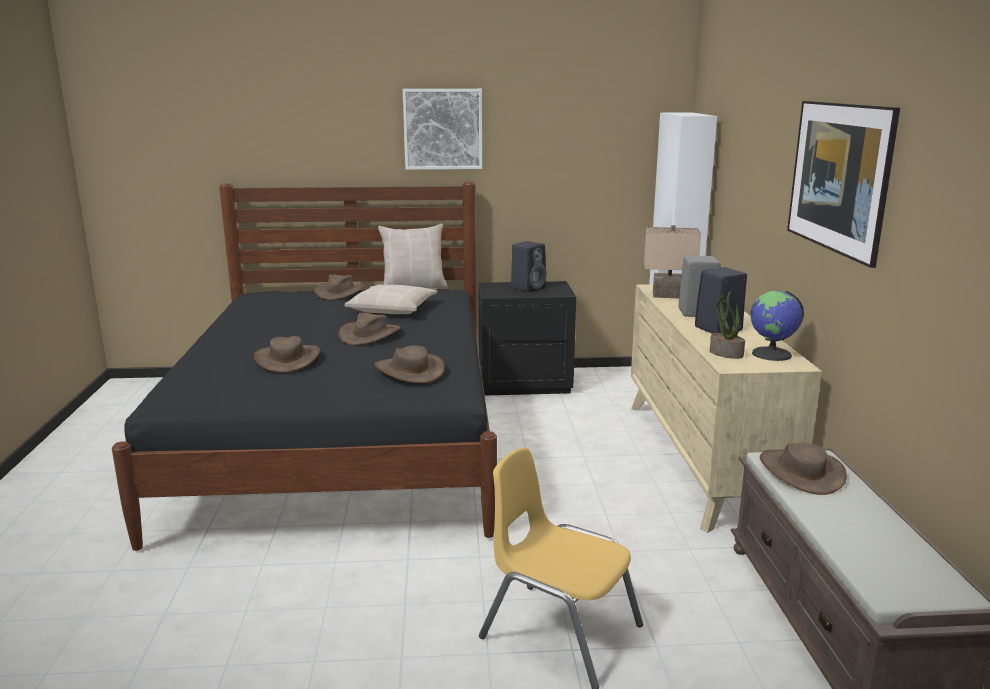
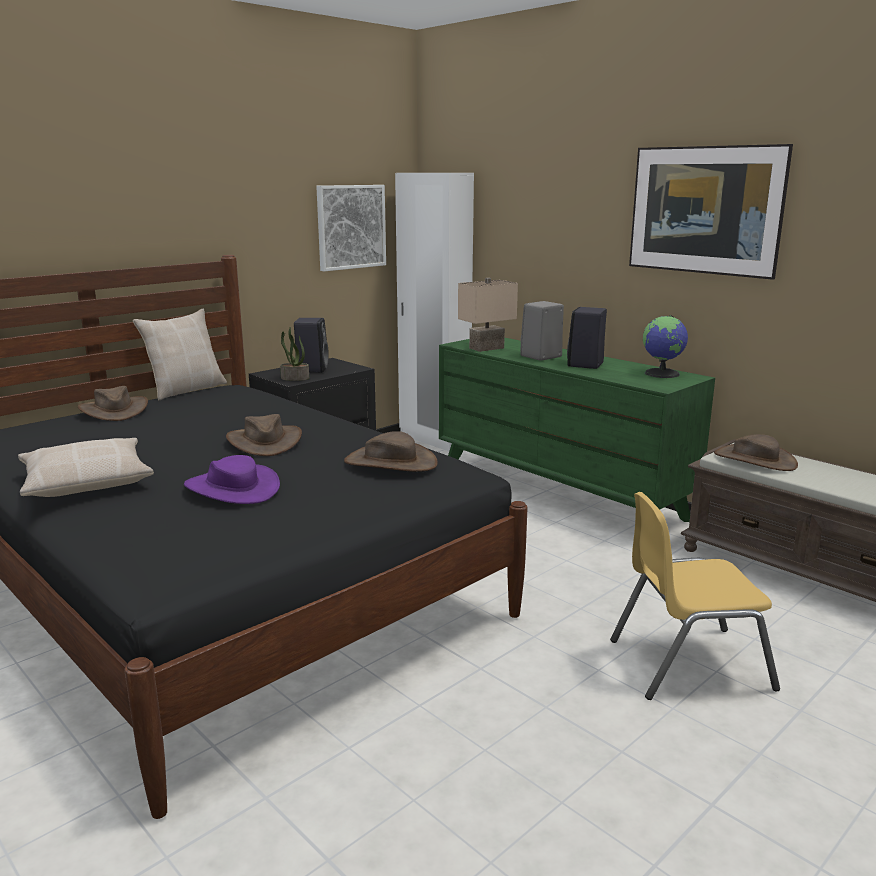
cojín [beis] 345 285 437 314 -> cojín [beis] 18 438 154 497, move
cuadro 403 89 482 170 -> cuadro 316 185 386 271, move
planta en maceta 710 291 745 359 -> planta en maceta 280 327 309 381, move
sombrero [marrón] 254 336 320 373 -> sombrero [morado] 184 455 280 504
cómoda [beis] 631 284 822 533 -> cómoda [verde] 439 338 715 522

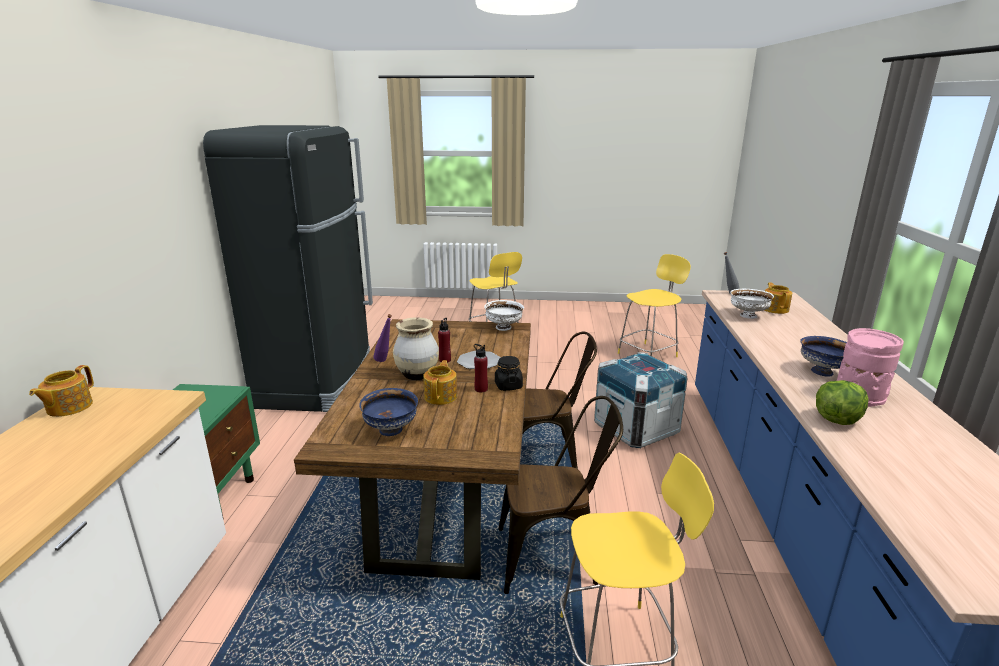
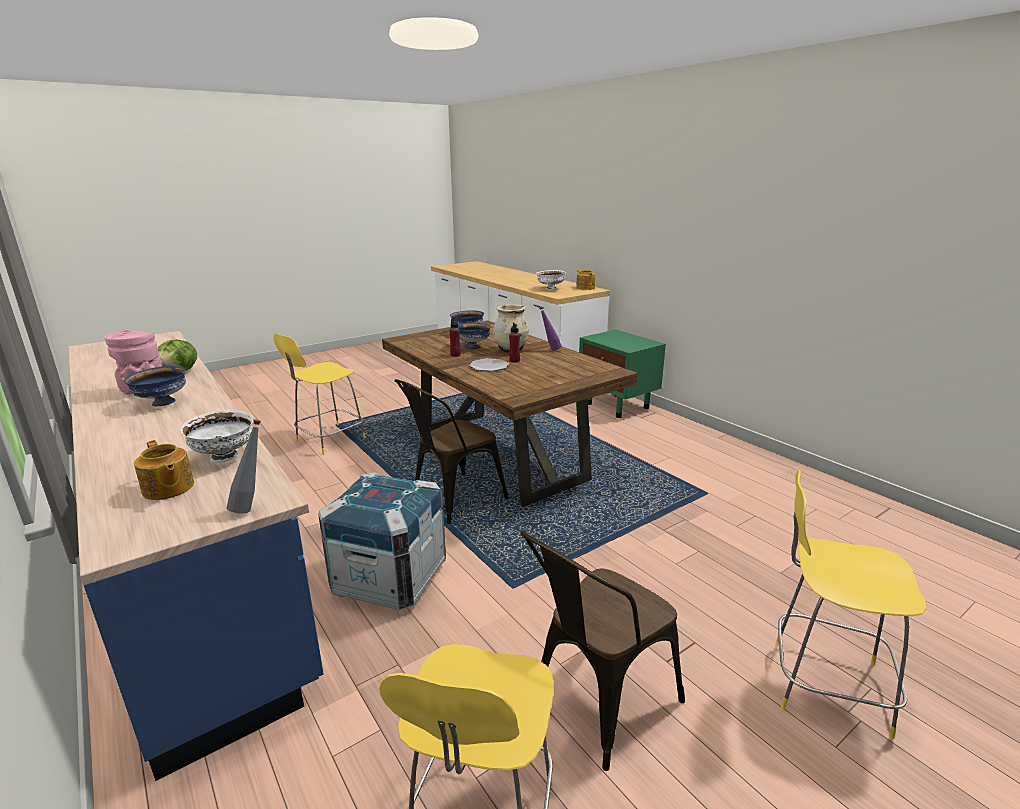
nevera [negro] 203 125 373 412 -> none
tarro [negro] 495 356 523 391 -> none
cuenco [blanco] 484 300 524 331 -> cuenco [blanco] 536 270 566 290, move
silla [marrón] 499 396 623 594 -> silla [marrón] 520 530 685 771, move
tetera 423 360 457 405 -> cuenco [azul] 458 323 491 349

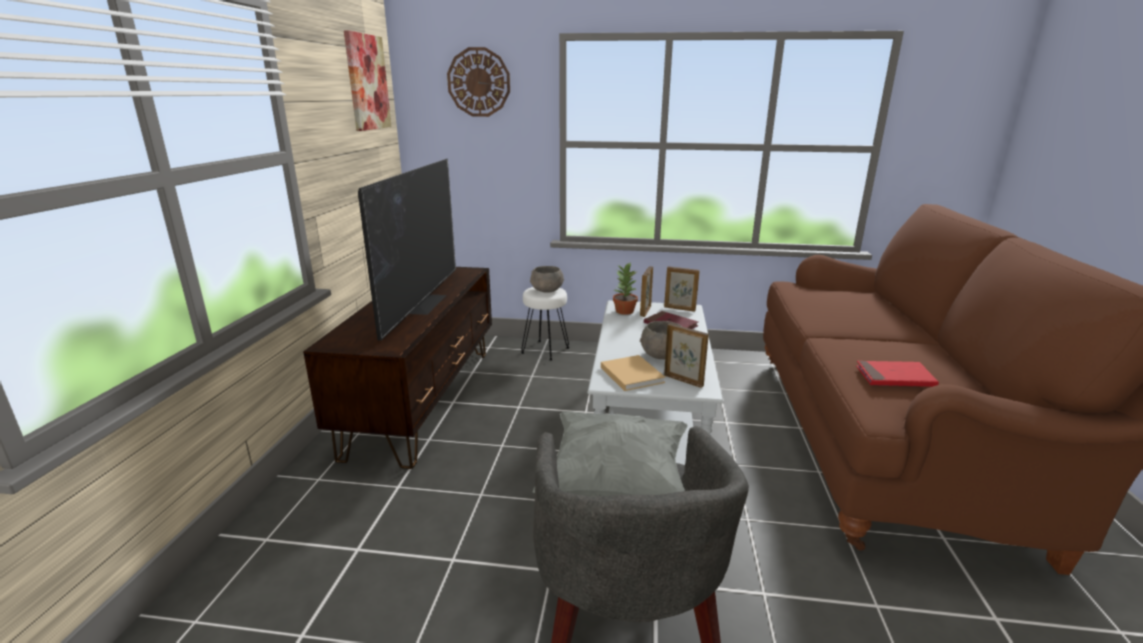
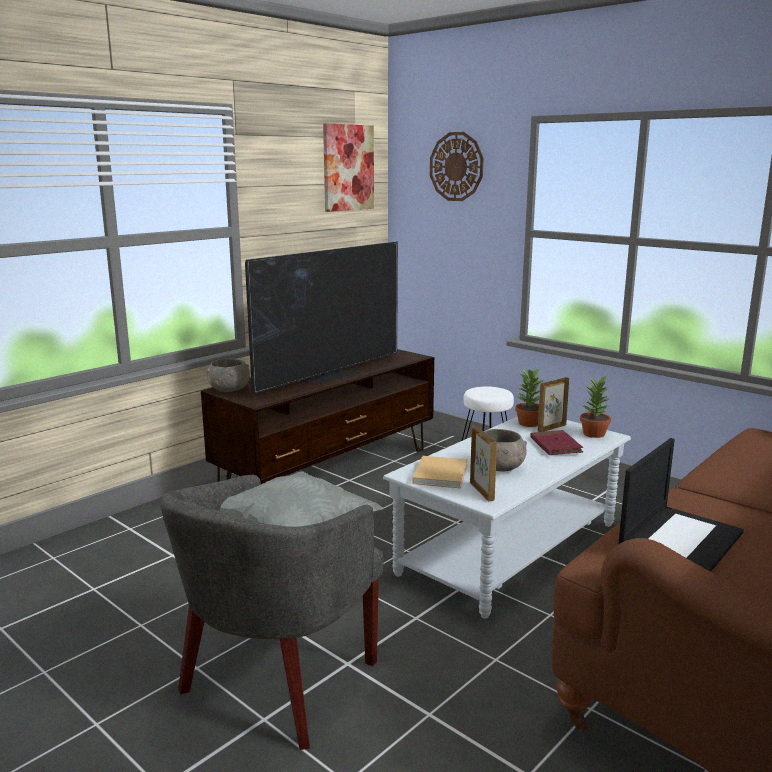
cuenco [gris] 530 266 564 293 -> cuenco [gris] 207 358 250 392, move
portarretratos 664 266 700 312 -> planta en maceta 580 375 611 438
libro [rojo] 856 361 939 387 -> portátil 618 438 744 571

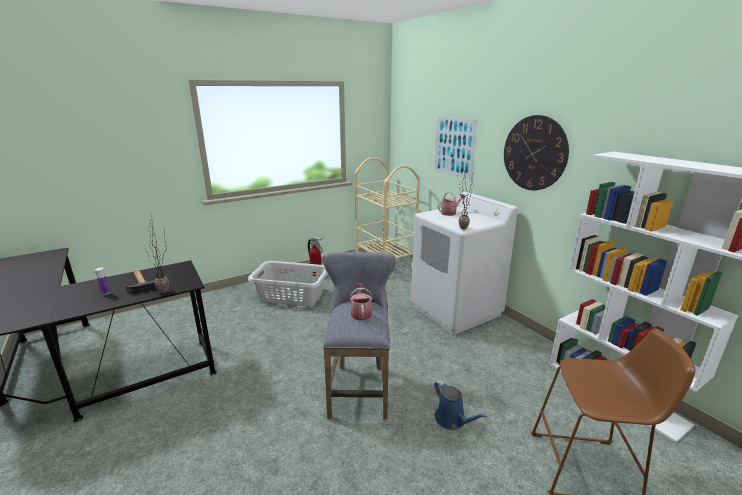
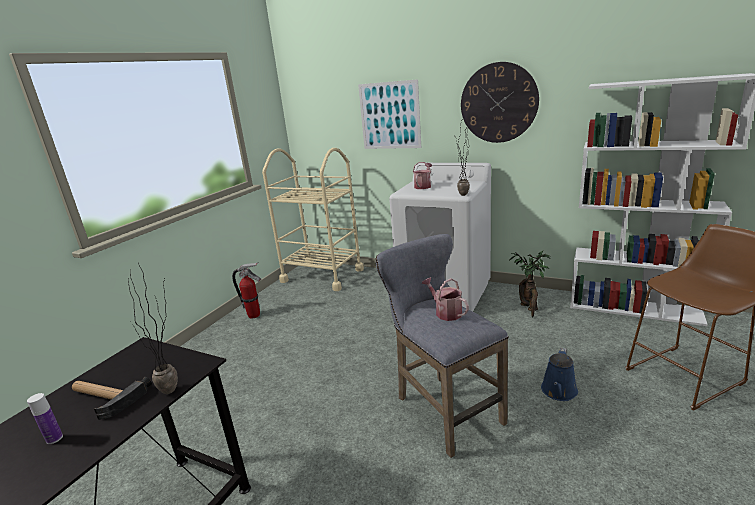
cesto de la ropa [gris] 248 261 328 307 -> none
none -> planta en maceta 509 251 550 317
regadera [azul] 434 380 487 430 -> regadera [azul] 541 348 578 401, 90 degrees clockwise

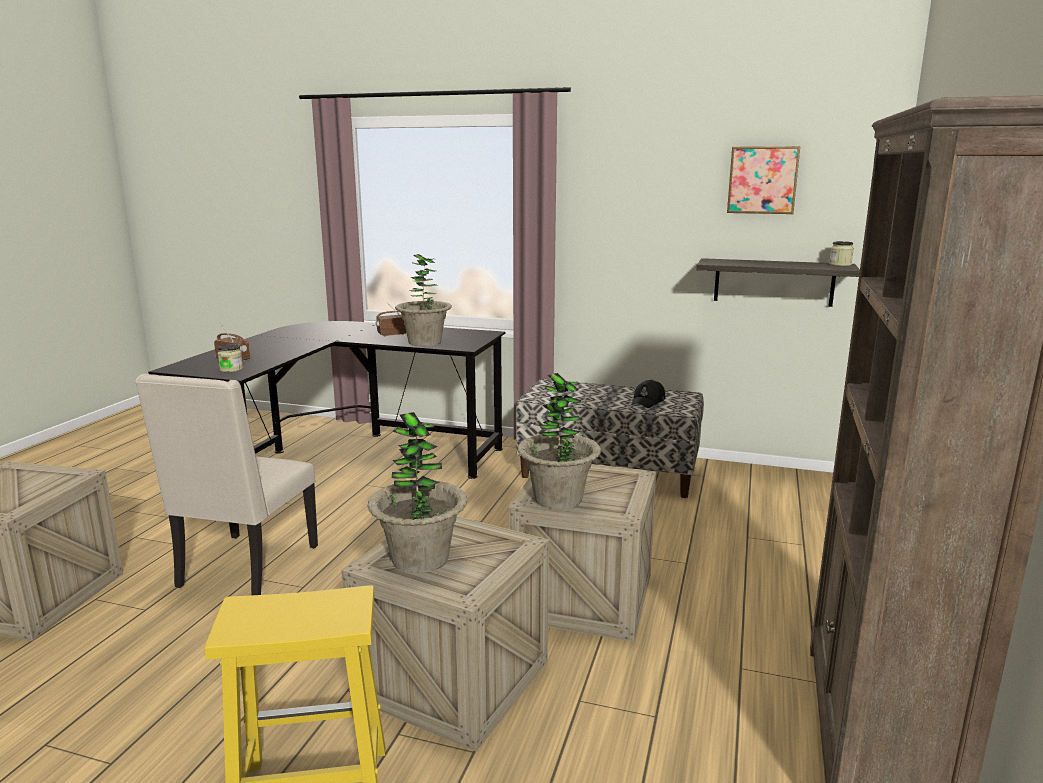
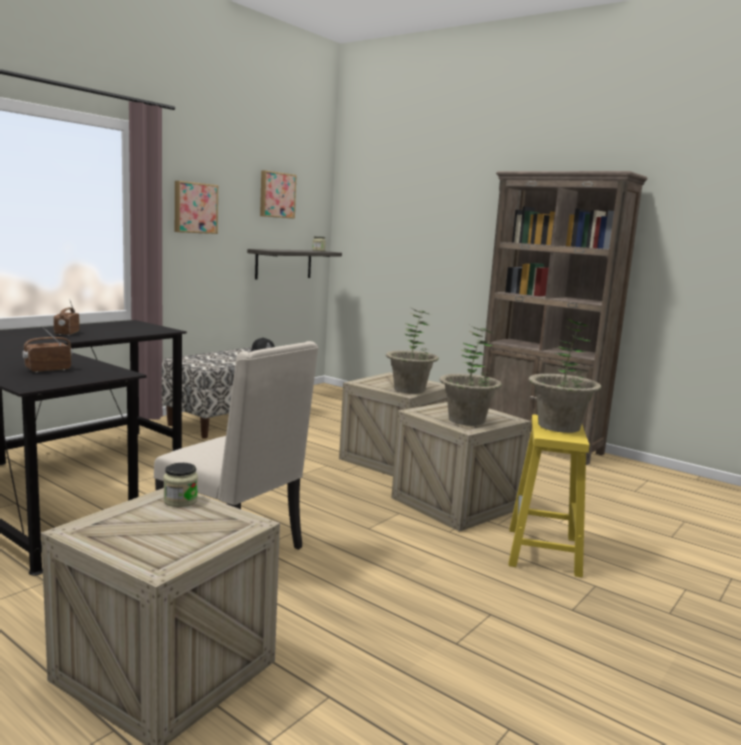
none -> cuadro 175 181 218 234
tarro 217 344 243 372 -> tarro 163 463 198 507, move
planta en maceta 395 254 452 346 -> planta en maceta 528 318 601 433, move

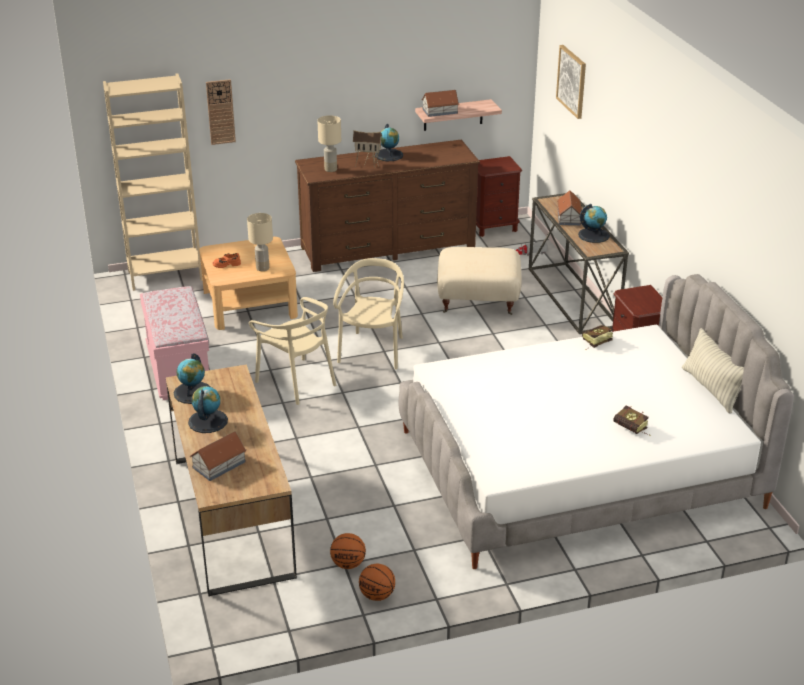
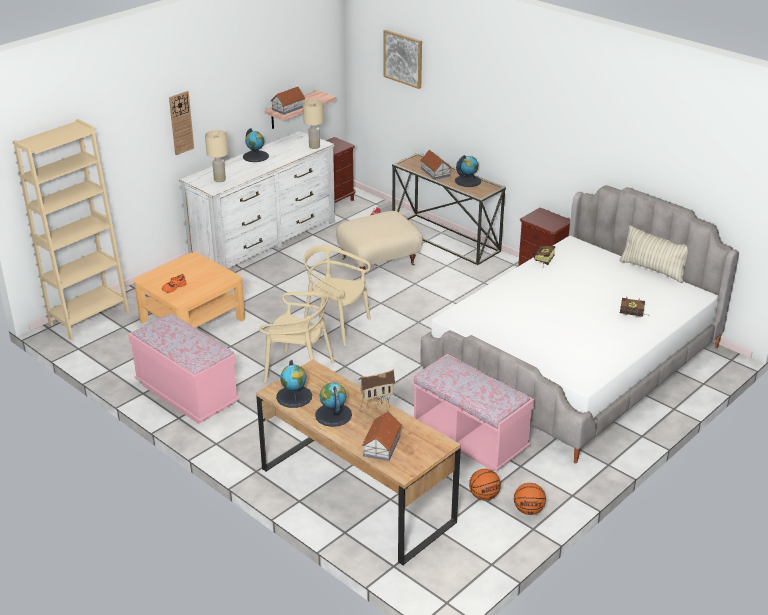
none -> banco [rosa] 412 354 534 471
reloj de pared 206 79 236 145 -> reloj de pared 169 91 194 155, move
lámpara de mesa [beis] 247 213 273 271 -> lámpara de mesa [beis] 303 99 324 149, move
casita 353 130 383 167 -> casita 358 369 395 417, move
cómoda [marrón] 295 139 480 272 -> cómoda [blanco] 179 130 335 269
silla [beis] 333 258 404 370 -> silla [beis] 303 245 371 346, 45 degrees counterclockwise

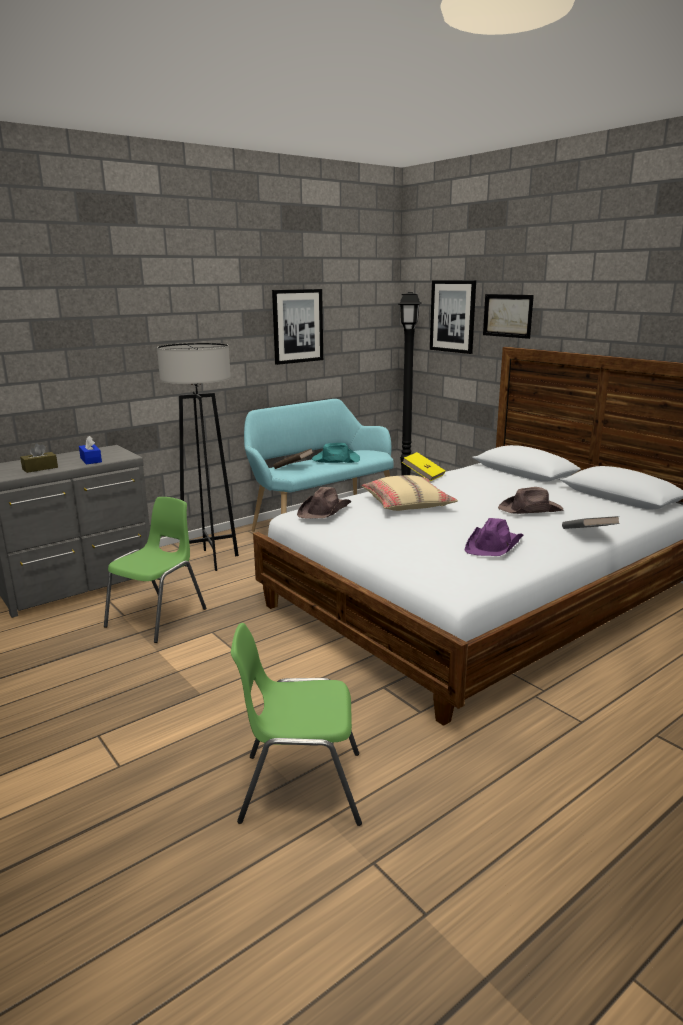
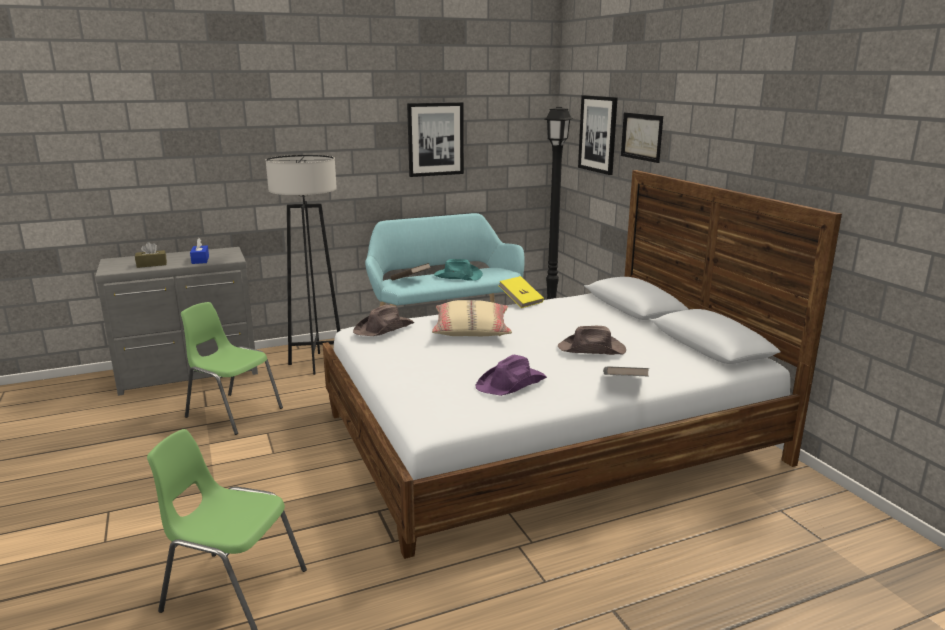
silla [verde] 104 497 206 643 -> silla [verde] 181 302 283 435, 105 degrees counterclockwise

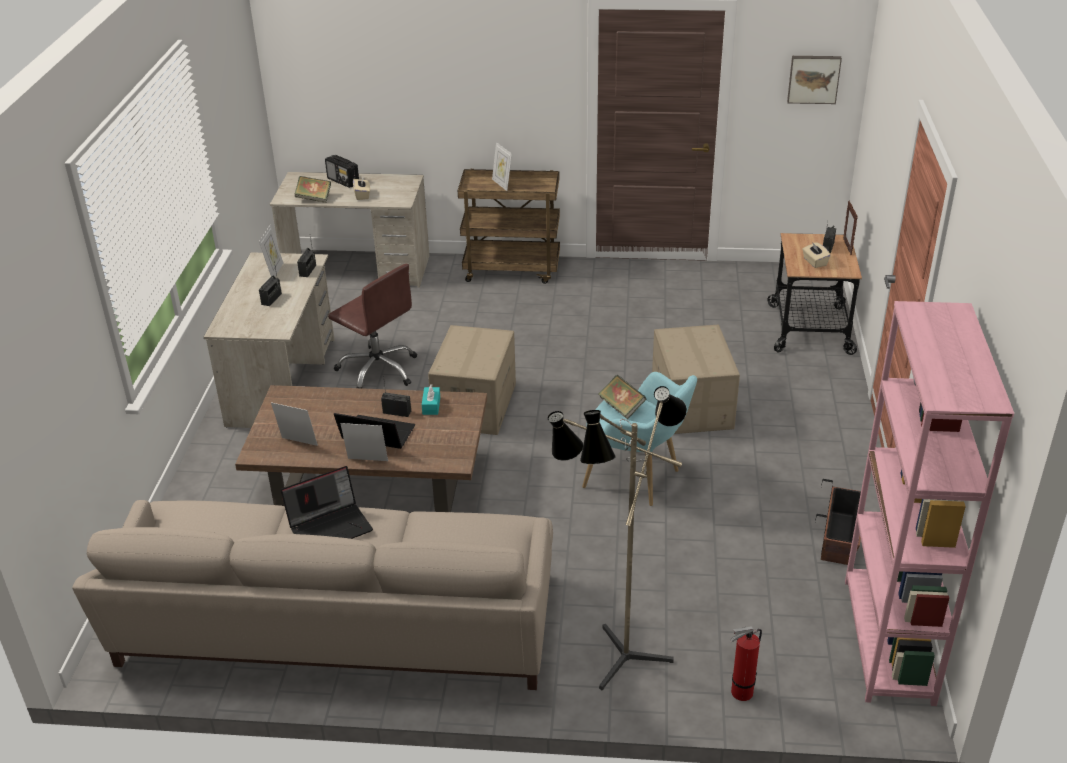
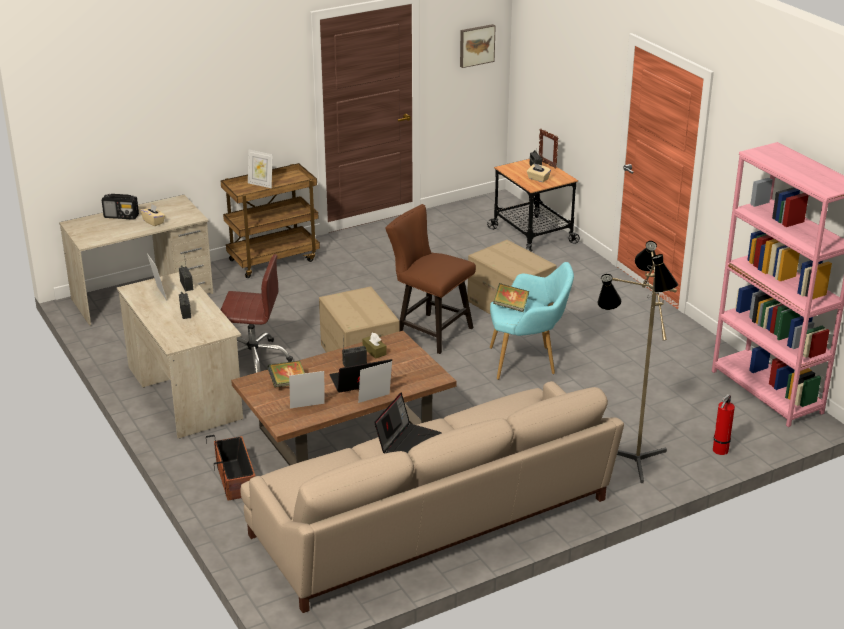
none -> silla [marrón] 385 204 476 354
libro 295 176 331 203 -> libro 267 360 305 387, move
maceta 815 479 861 565 -> maceta 206 435 256 500, move
caja de pañuelos [turquesa] 422 384 440 415 -> caja de pañuelos [marrón] 362 333 387 359

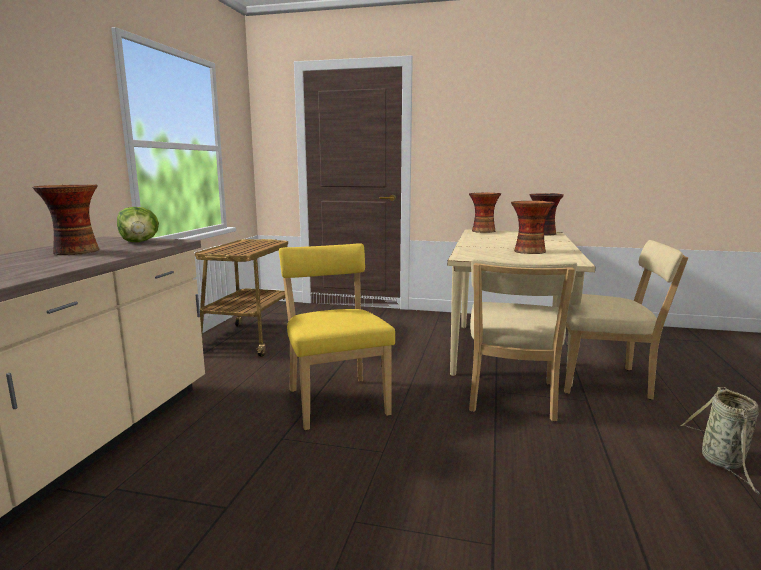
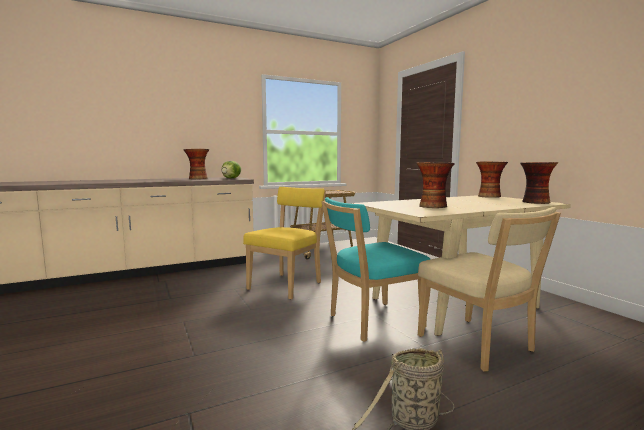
silla [beis] 469 258 577 422 -> silla [turquesa] 322 197 430 342

